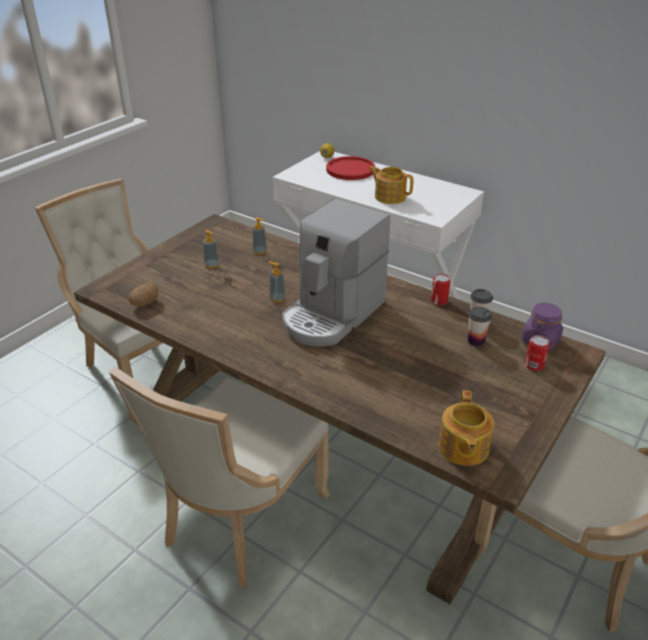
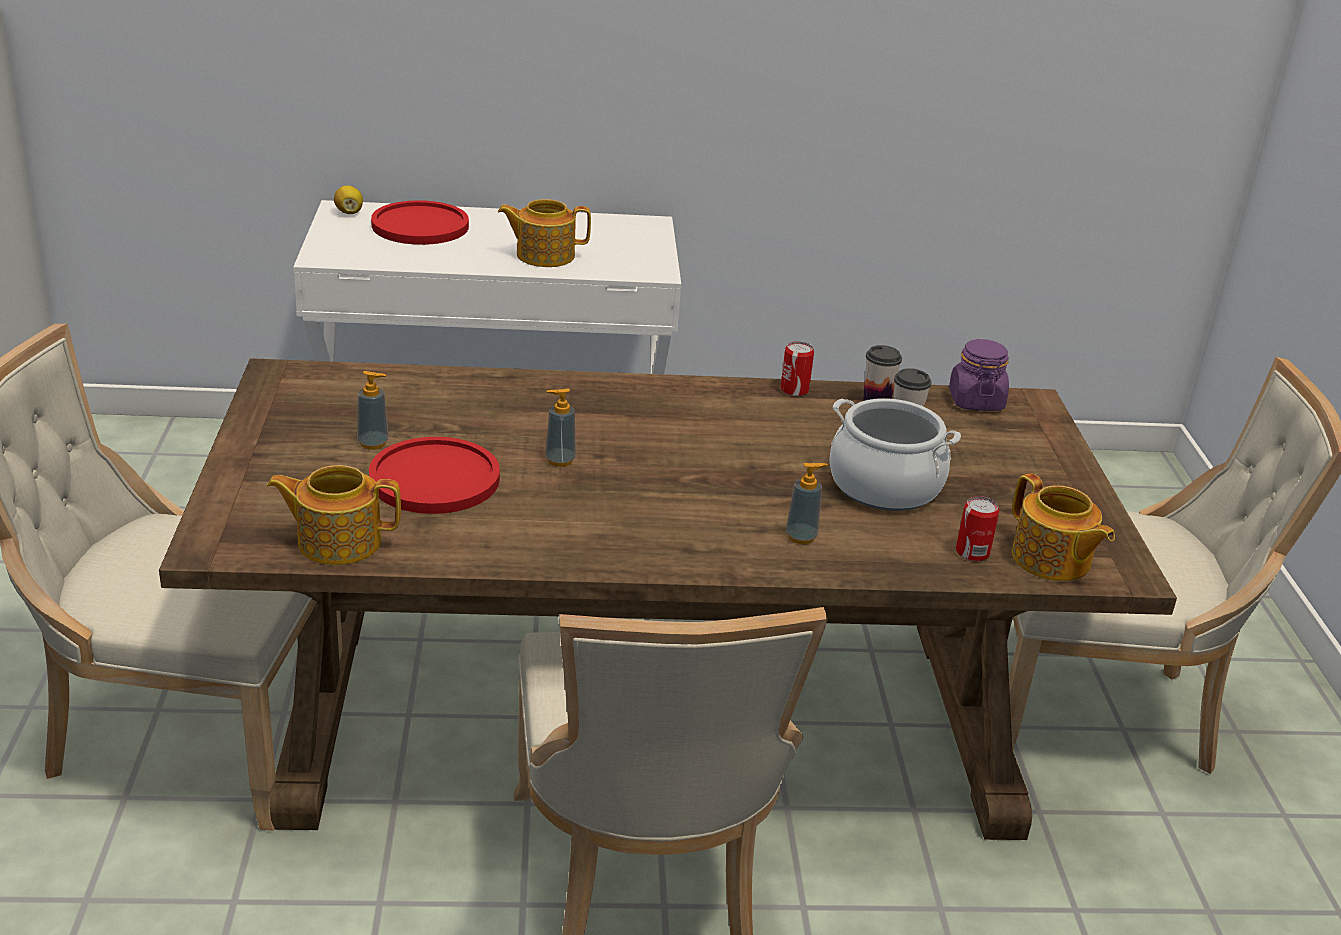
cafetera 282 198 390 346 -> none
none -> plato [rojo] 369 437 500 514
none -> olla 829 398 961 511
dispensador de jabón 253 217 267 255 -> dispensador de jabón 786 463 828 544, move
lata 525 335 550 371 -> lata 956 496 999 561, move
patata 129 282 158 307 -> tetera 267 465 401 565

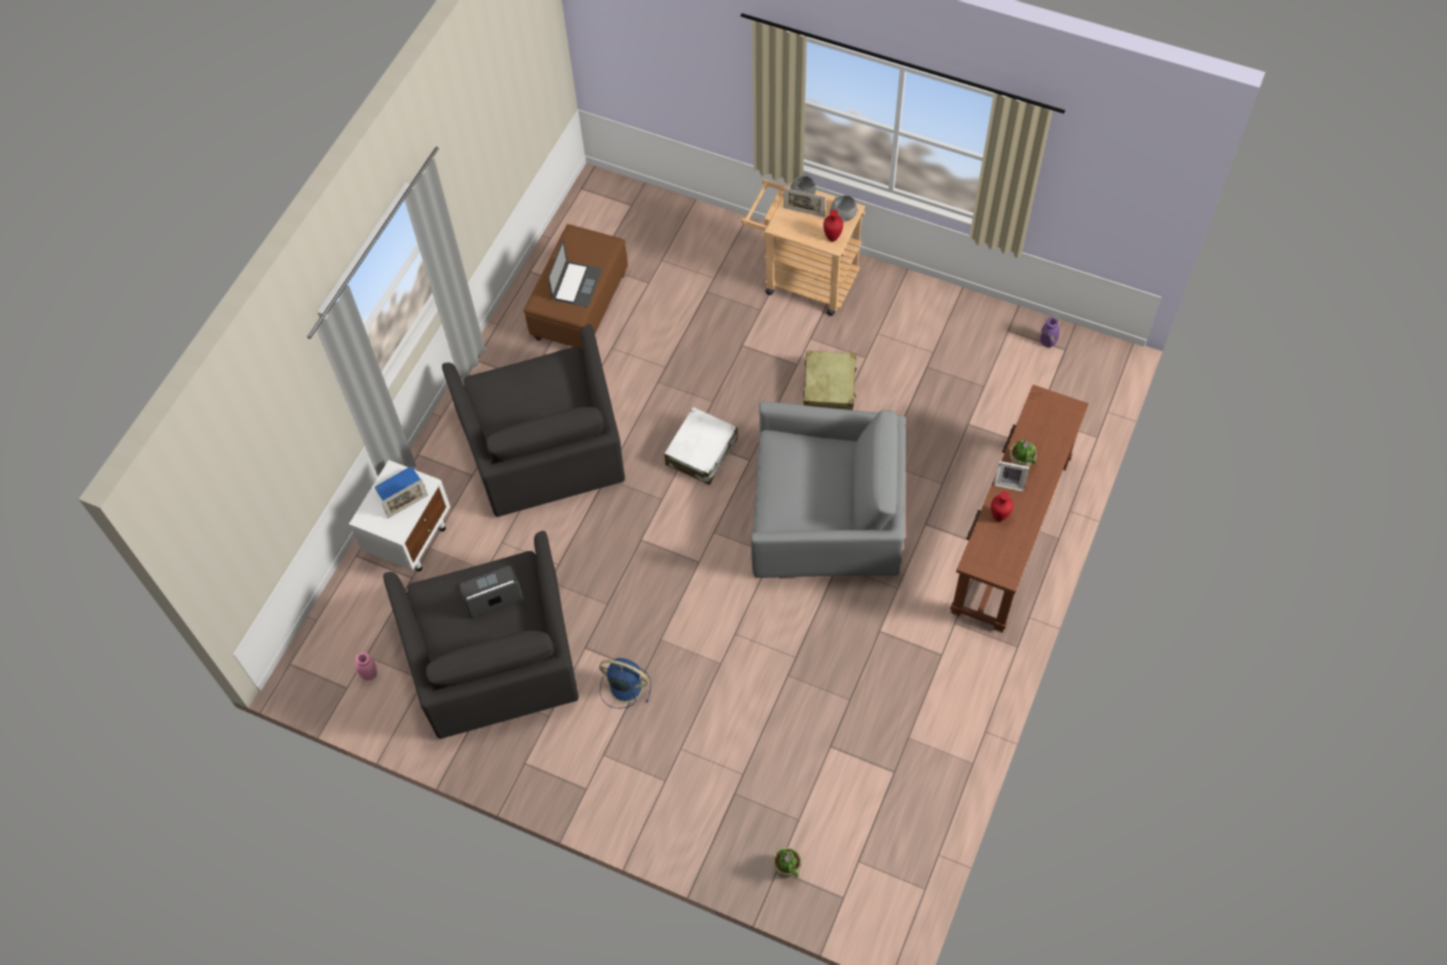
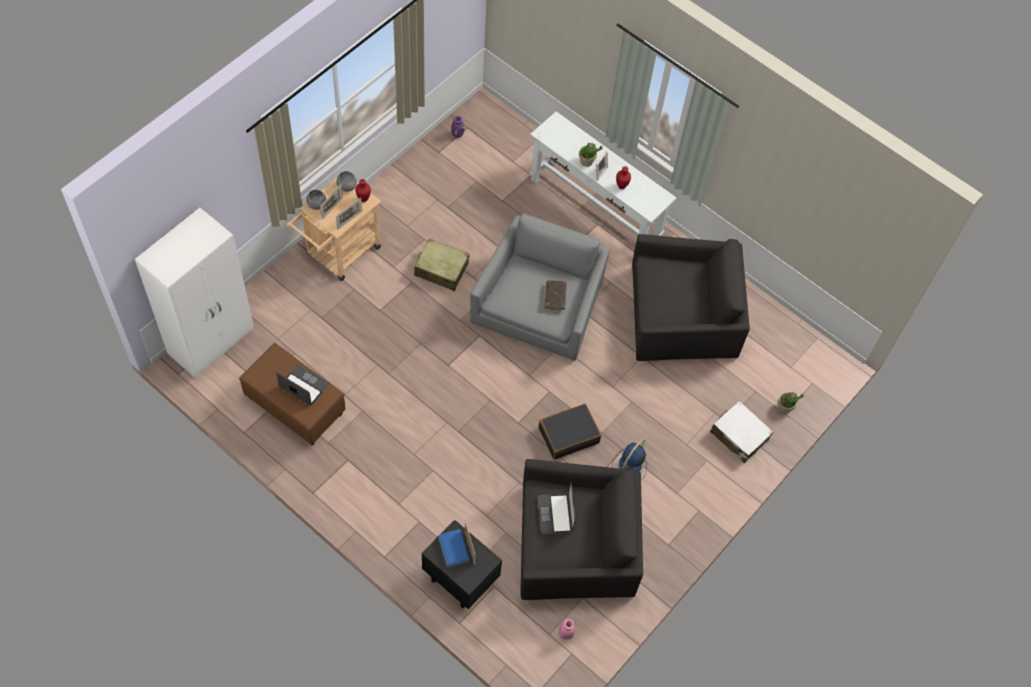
none -> armario ropero [blanco] 135 208 254 378
none -> portarretratos 336 198 362 230
none -> maleta [negro] 538 404 601 460
none -> libro [marrón] 544 280 567 310
sillón [negro] 442 324 625 517 -> sillón [negro] 632 234 750 361, move
maleta [blanco] 664 407 738 485 -> maleta [blanco] 710 401 773 463, move
mesita de noche [blanco] 349 460 450 571 -> mesita de noche [negro] 422 520 502 609
mesa consola [marrón] 950 385 1089 632 -> mesa consola [blanco] 530 111 676 256

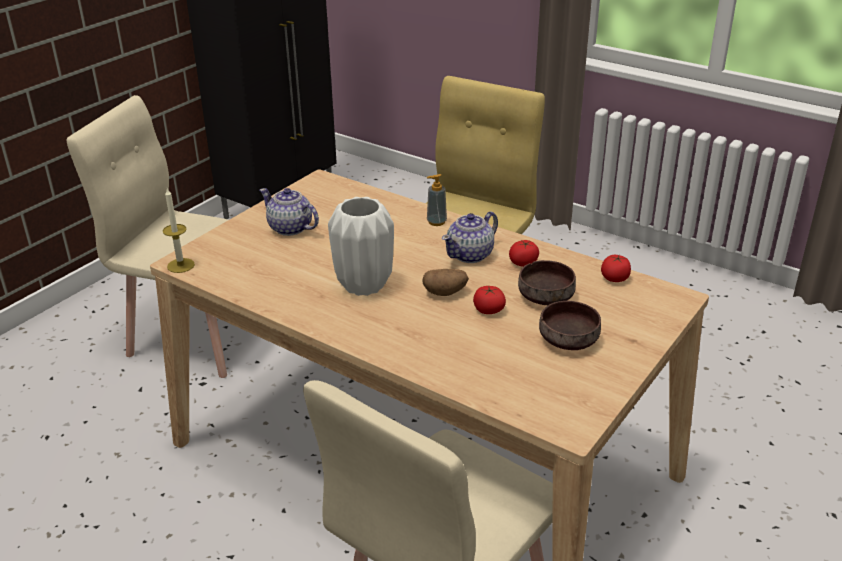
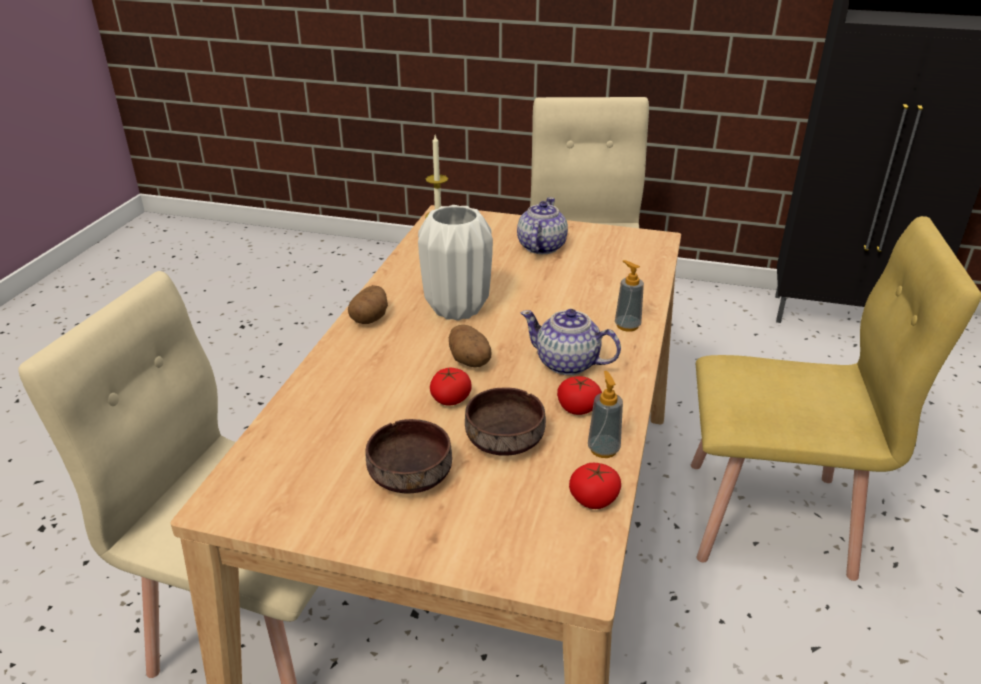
none -> patata 348 285 388 324
none -> dispensador de jabón 588 371 623 458

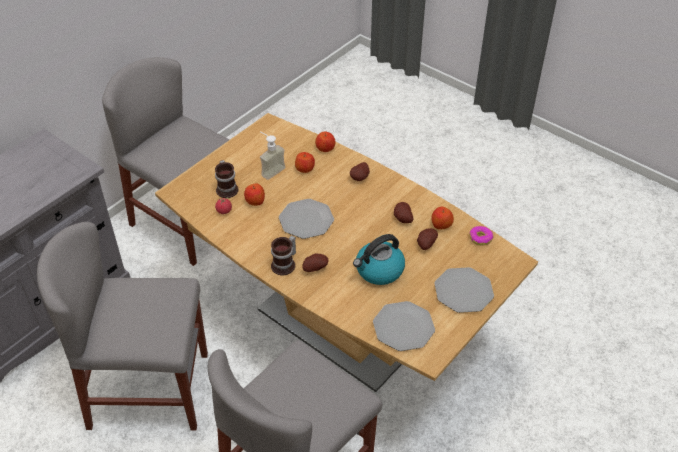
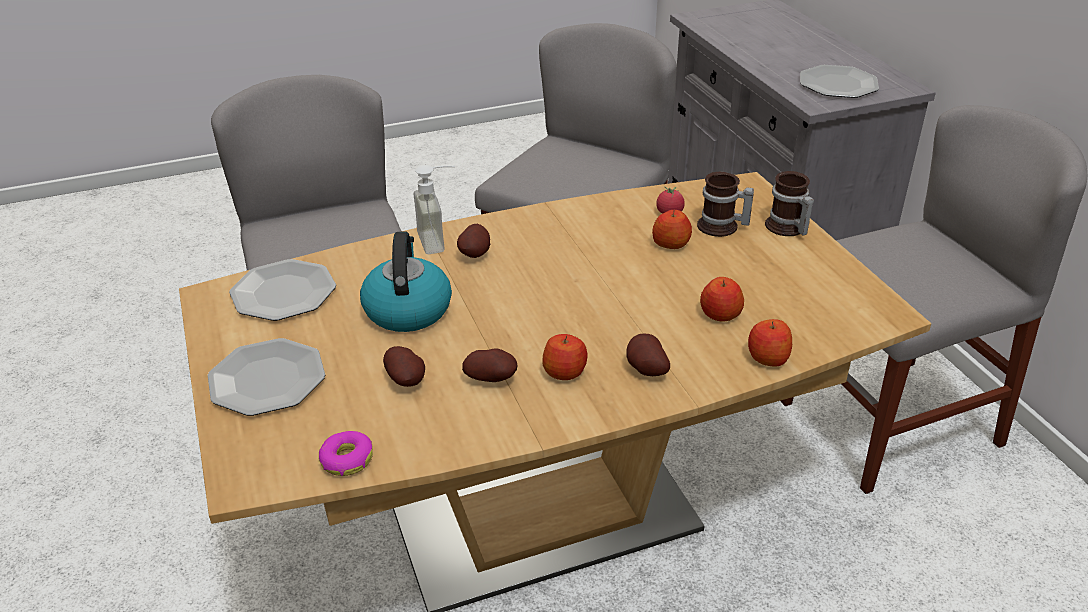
dispensador de jabón 260 132 286 180 -> dispensador de jabón 413 165 455 254, move
taza grande 271 236 296 276 -> taza grande 765 171 814 236, move
plato 279 199 334 239 -> plato 800 65 879 98, move
manzana 431 207 454 229 -> manzana 542 334 588 380, move

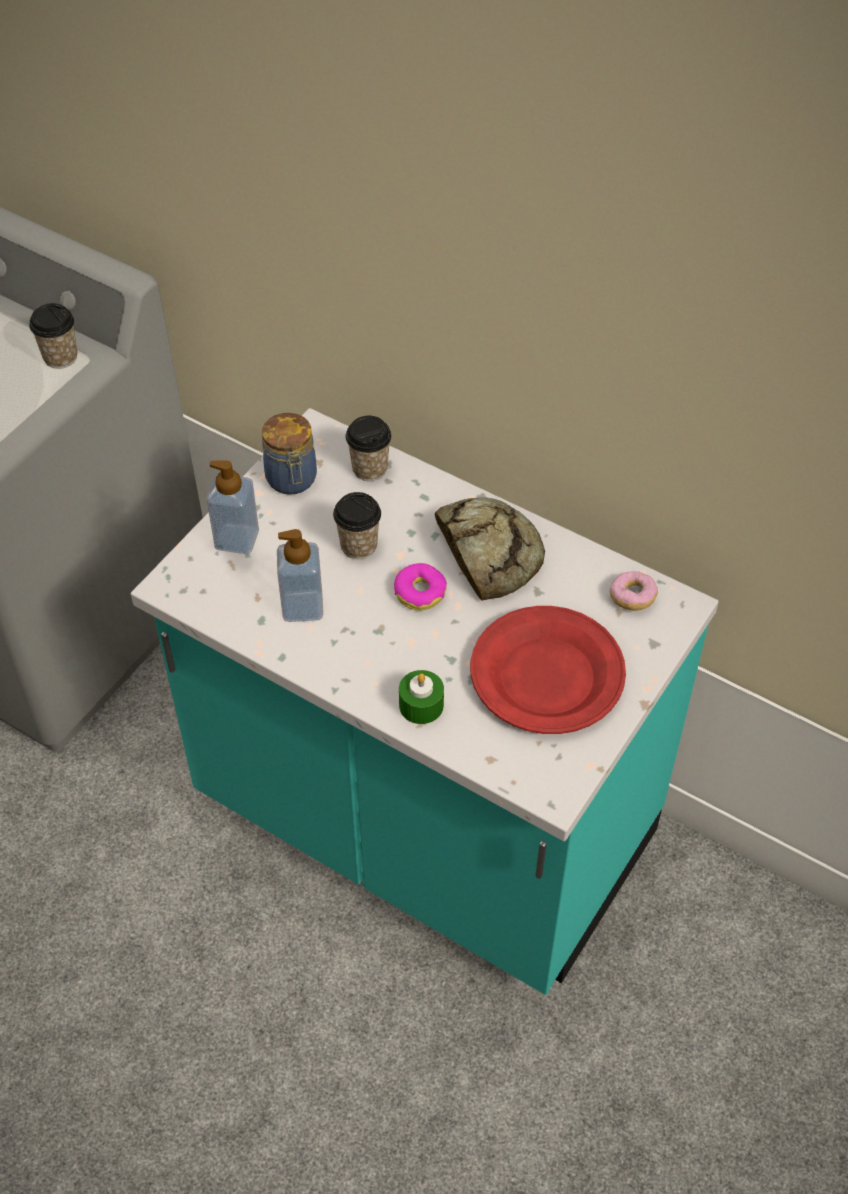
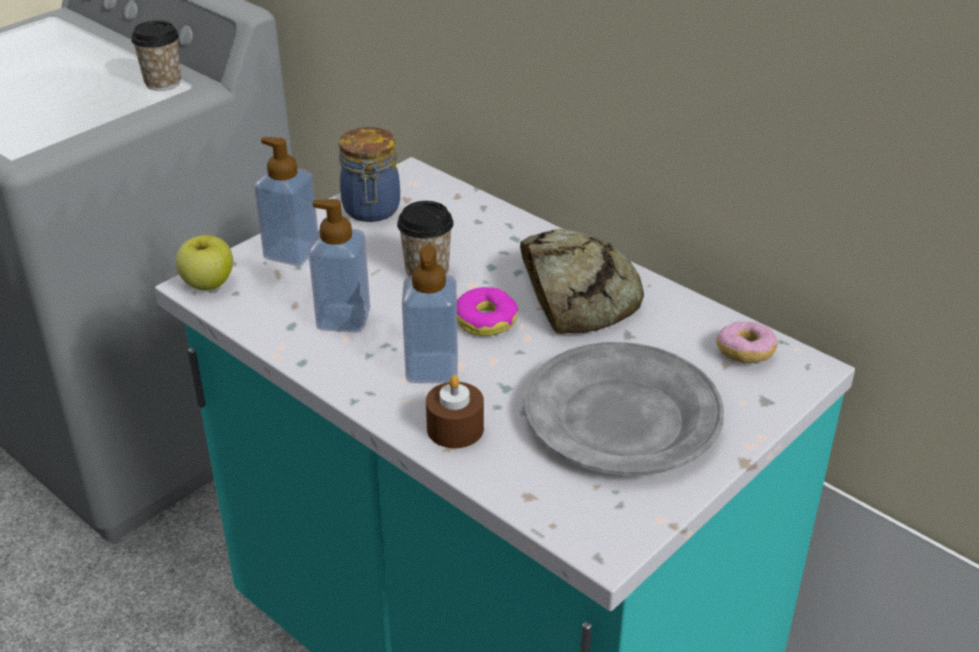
taza 346 416 392 481 -> none
none -> manzana 175 235 233 290
none -> dispensador de jabón 402 245 458 383
vela [verde] 399 670 444 724 -> vela [marrón] 426 375 484 448
plato [rojo] 470 606 626 734 -> plato [gris] 523 342 724 475

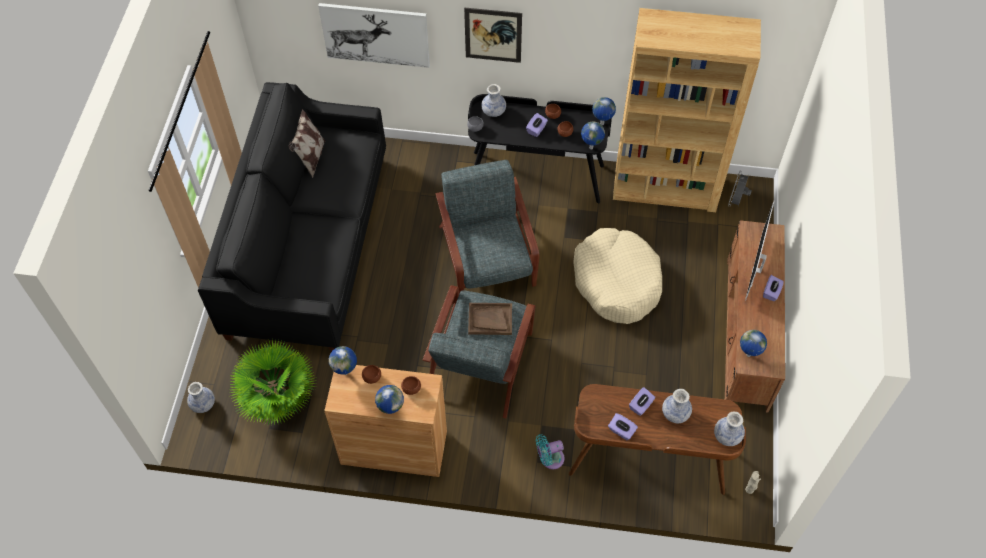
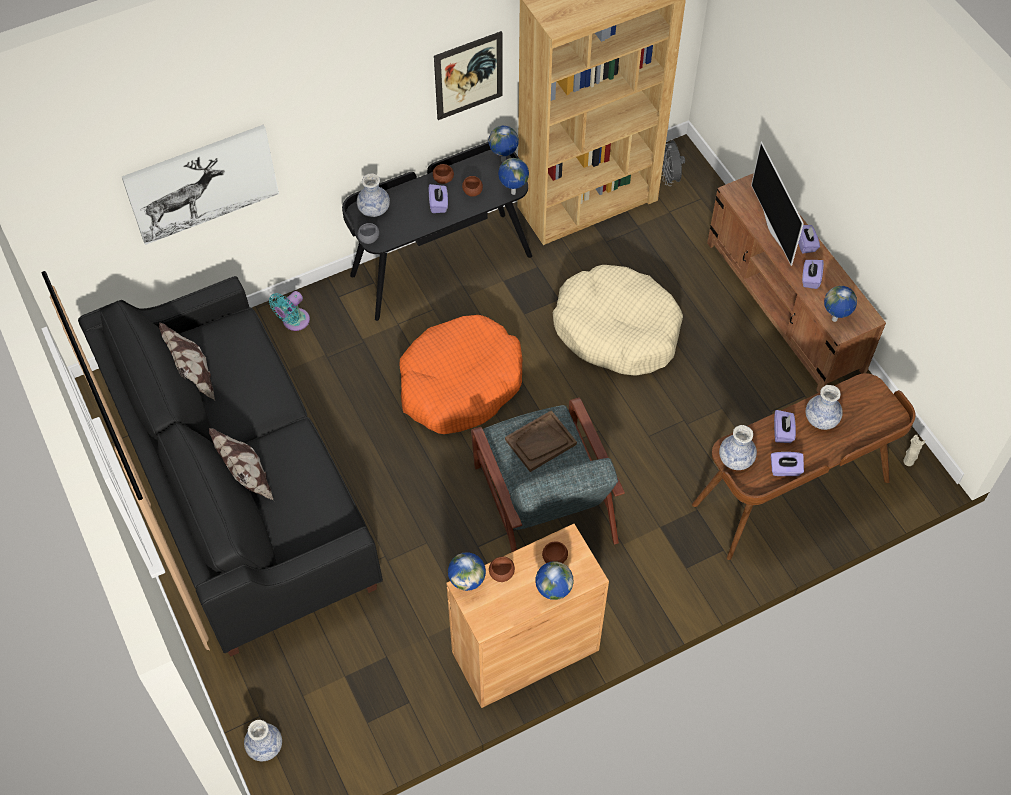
planta en maceta 229 339 316 425 -> none
none -> cojín 209 428 274 501
none -> caja de pañuelos [morado] 802 260 824 289
cuadro 464 7 522 63 -> cuadro 434 31 503 120, move
ventilador [turquesa] 536 434 565 469 -> ventilador [turquesa] 269 291 310 331, move
florero 714 412 745 446 -> florero 719 425 757 470, move
sillón [gris] 436 160 539 294 -> cama para perro [naranja] 400 315 522 434

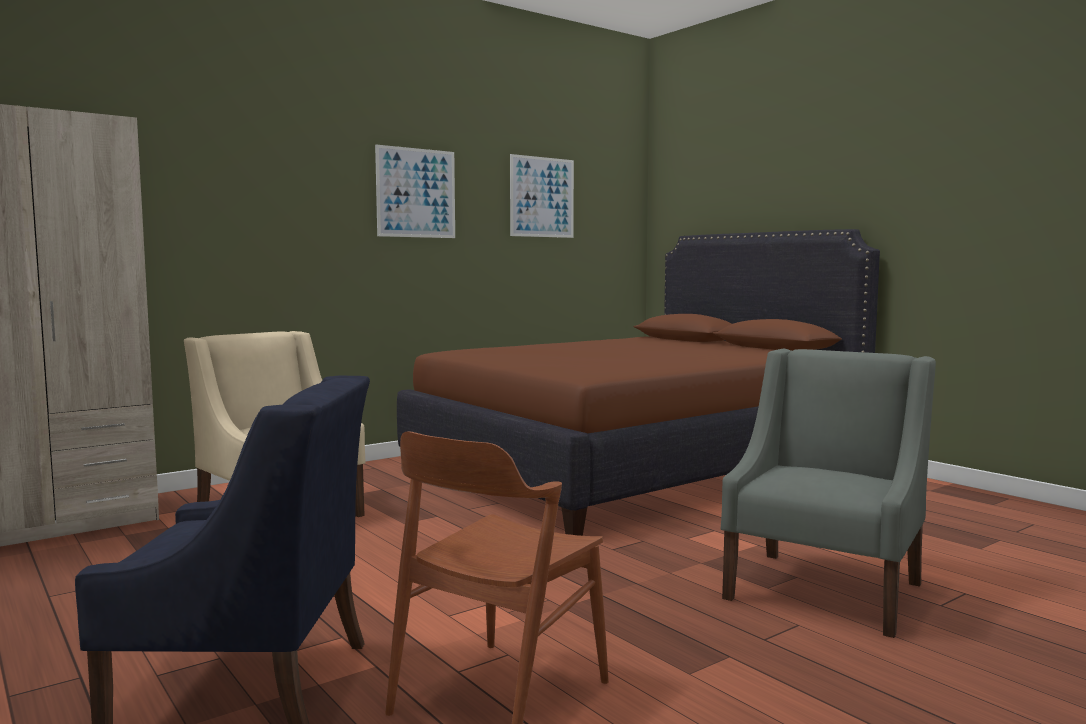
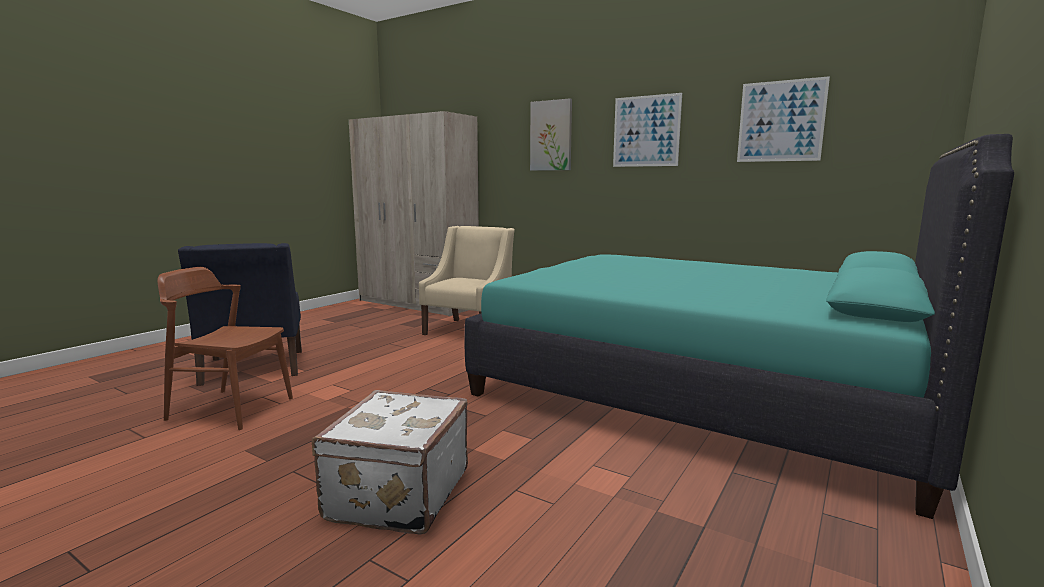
none -> cuadro 530 98 572 171
sillón [gris] 720 349 936 638 -> maleta [blanco] 312 390 468 535
cama [marrón] 397 229 880 536 -> cama [turquesa] 464 134 1014 519

